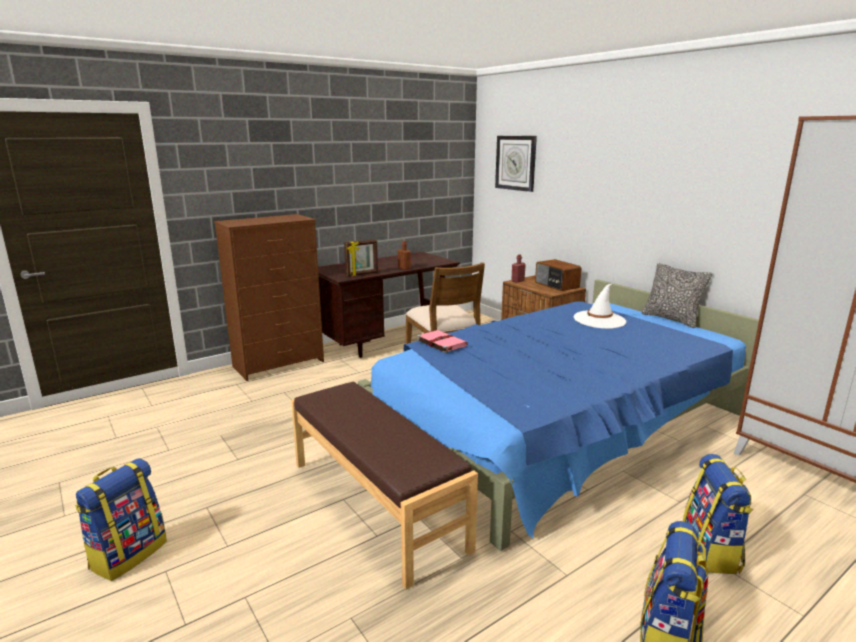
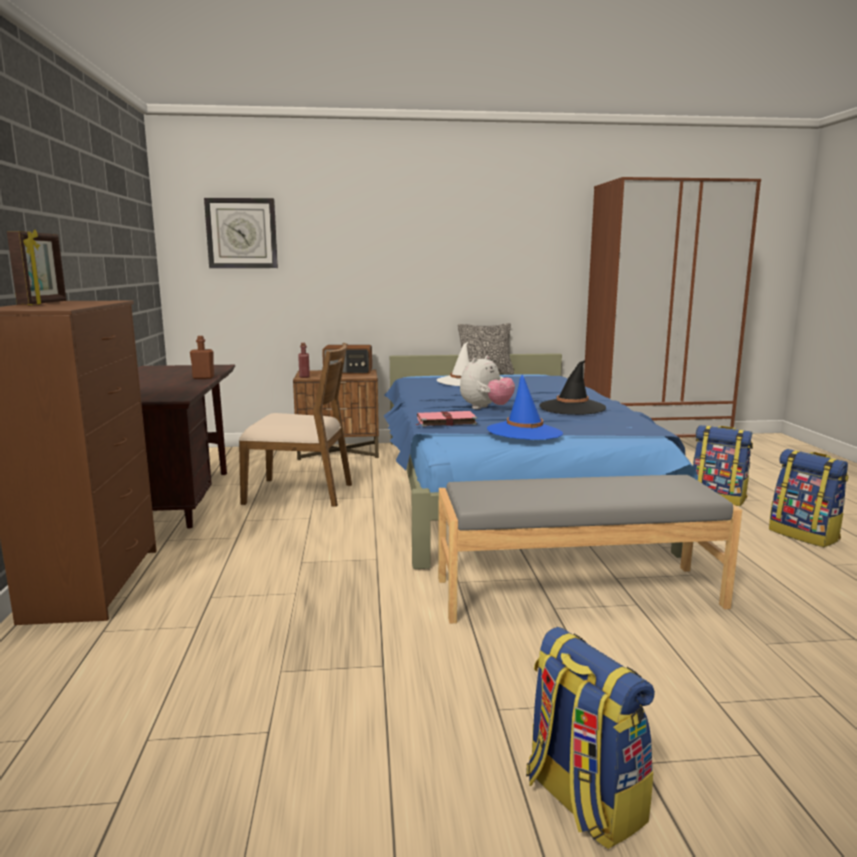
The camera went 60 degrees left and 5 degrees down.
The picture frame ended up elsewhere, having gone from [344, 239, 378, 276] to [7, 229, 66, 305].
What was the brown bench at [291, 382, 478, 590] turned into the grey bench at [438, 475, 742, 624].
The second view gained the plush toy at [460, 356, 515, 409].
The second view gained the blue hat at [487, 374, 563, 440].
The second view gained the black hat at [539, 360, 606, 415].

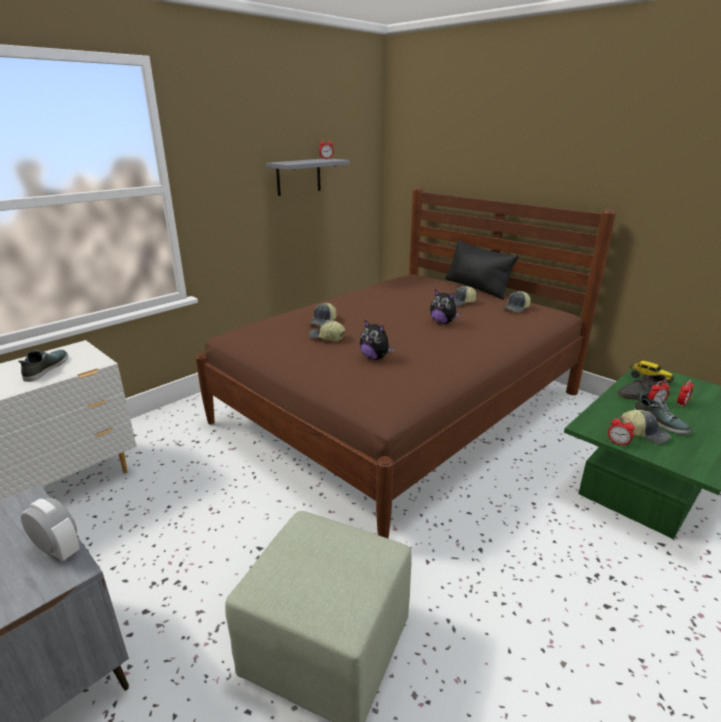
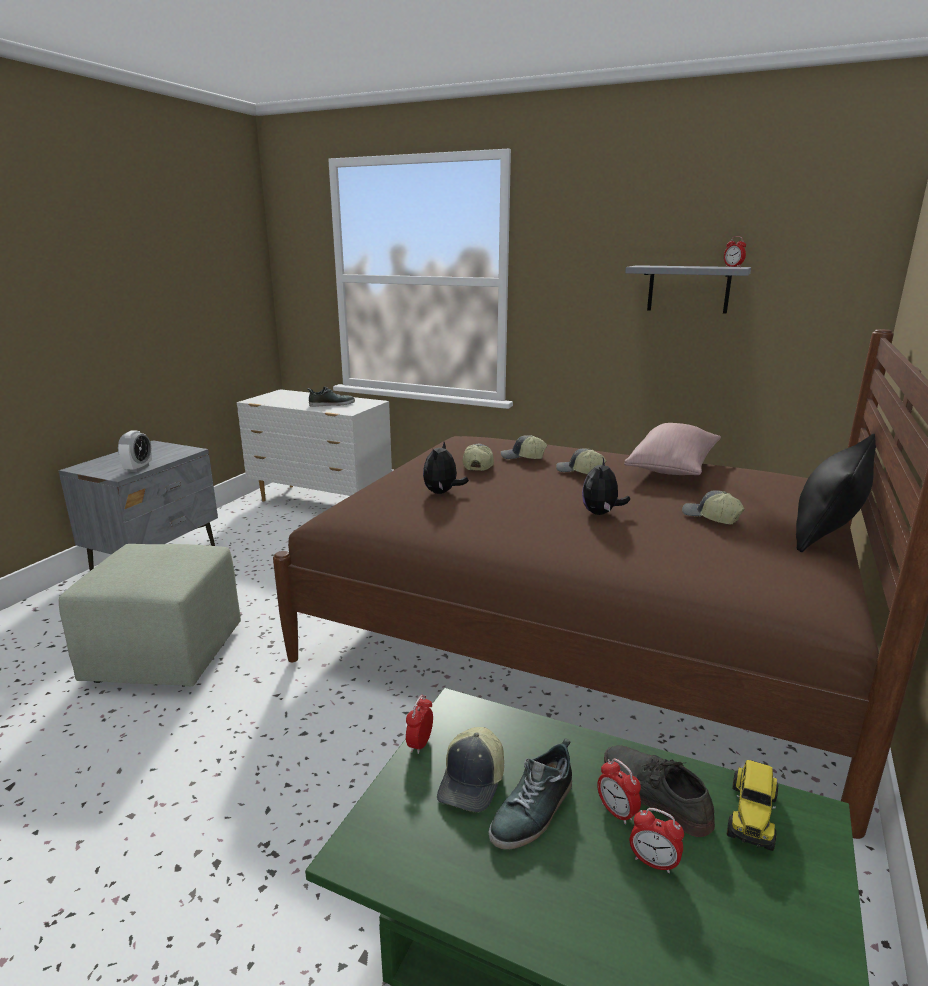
The camera went 70 degrees right and 5 degrees down.
The cap ended up elsewhere, having gone from [503, 291, 531, 312] to [556, 449, 607, 474].
The second view gained the pink pillow at [624, 423, 721, 475].

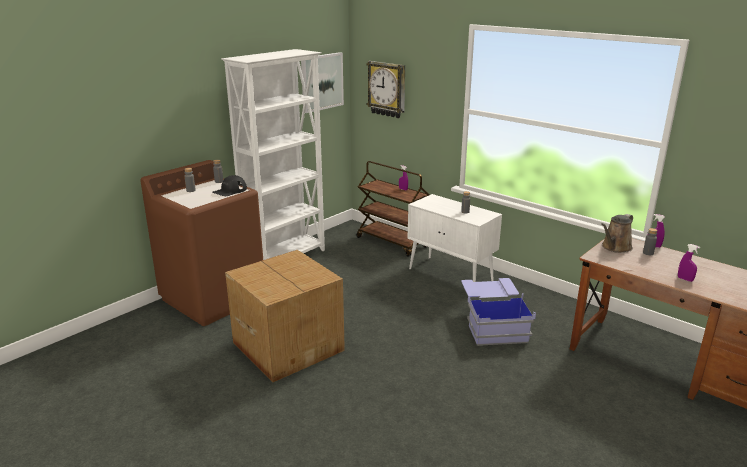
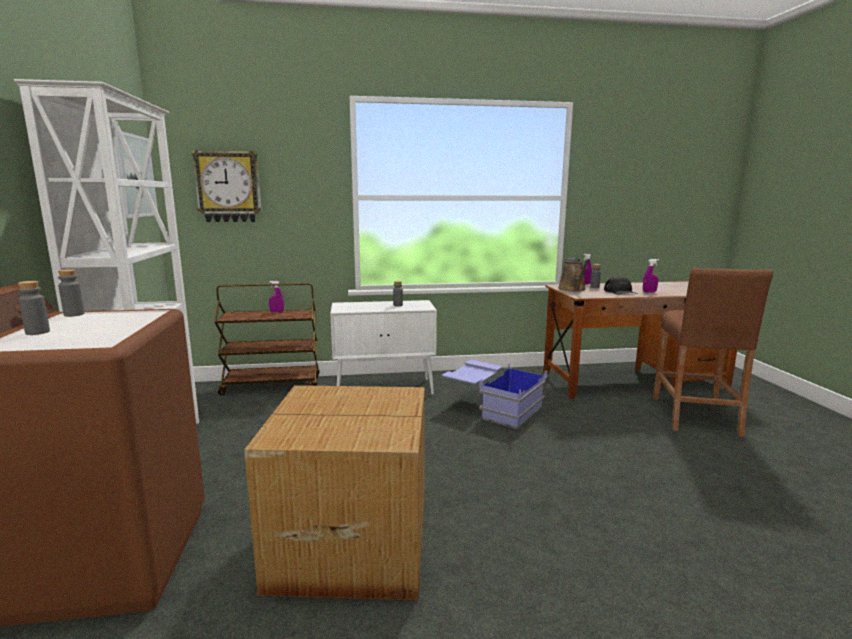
The camera went 50 degrees left and 10 degrees down.
The black cap ended up elsewhere, having gone from [213, 175, 247, 196] to [604, 276, 638, 295].
The second view gained the brown stool at [653, 267, 773, 437].

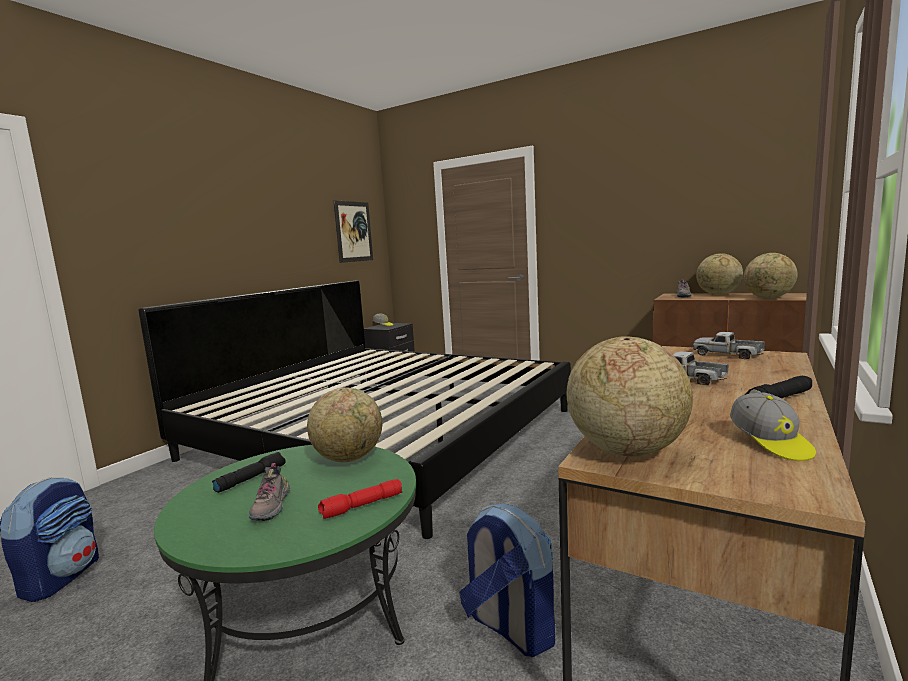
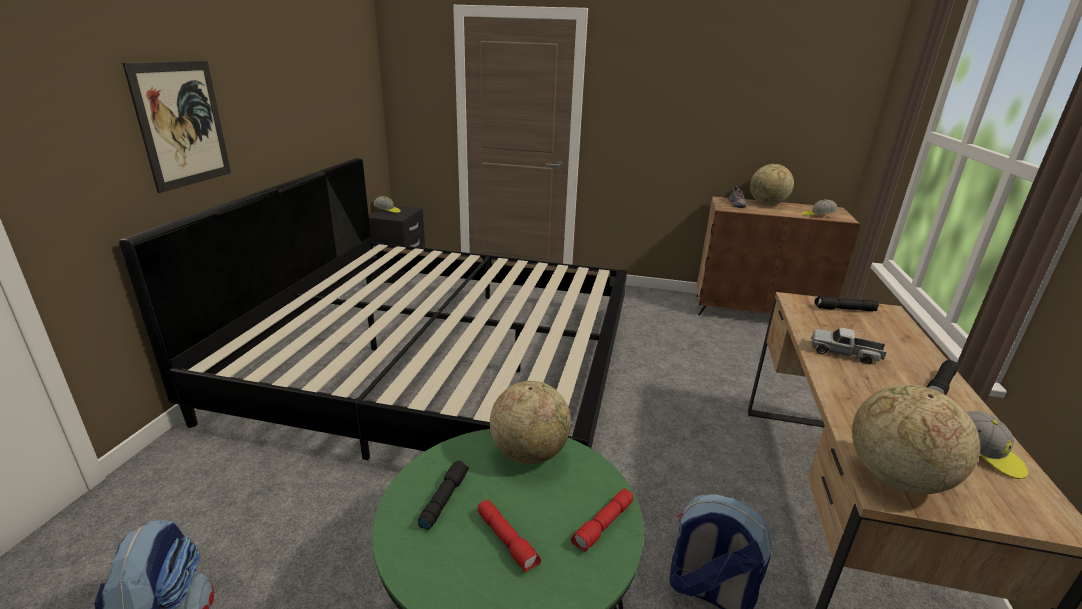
The camera went 20 degrees left and 15 degrees up.
The picture ended up elsewhere, having gone from [333, 200, 373, 263] to [123, 61, 231, 193].
Where the shoe stood at [249, 463, 290, 521], the red flashlight came to stand at [478, 499, 541, 573].
Where the globe stood at [744, 253, 798, 298], the cap came to stand at [801, 199, 838, 215].
Where the toy truck stood at [693, 332, 765, 359], the black flashlight came to stand at [814, 296, 879, 311].

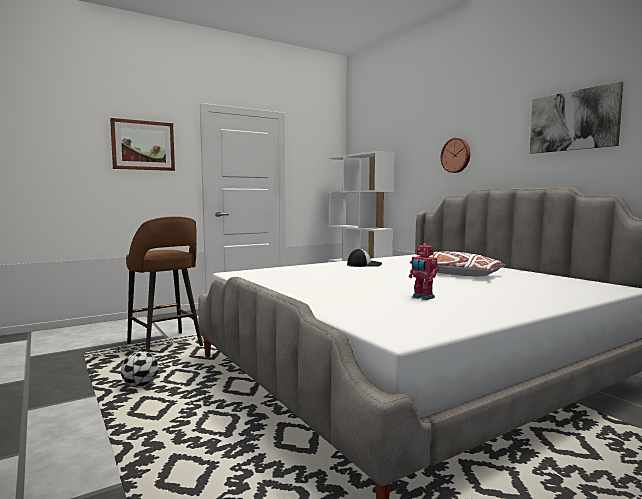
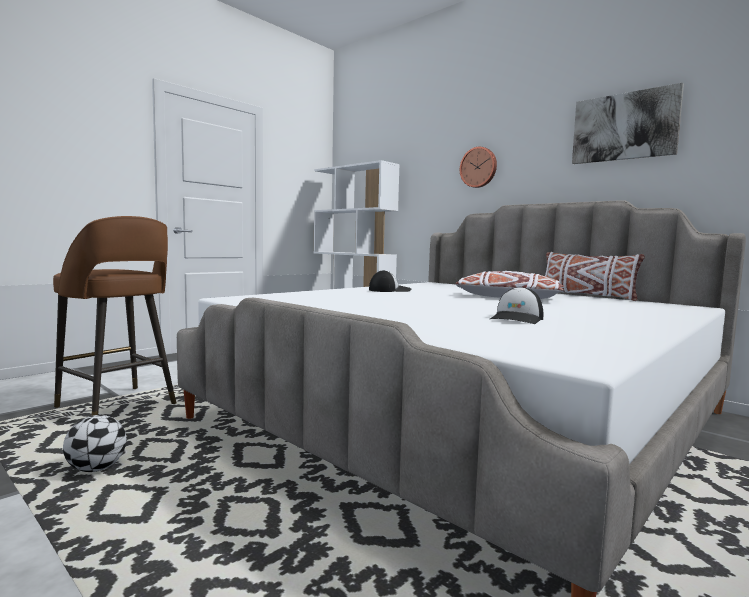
The camera went 15 degrees left and 0 degrees up.
Where the toy robot stood at [409, 243, 439, 300], the cap came to stand at [490, 287, 543, 324].
The second view gained the white pillow at [545, 252, 645, 301].
The second view lost the picture at [110, 118, 175, 171].

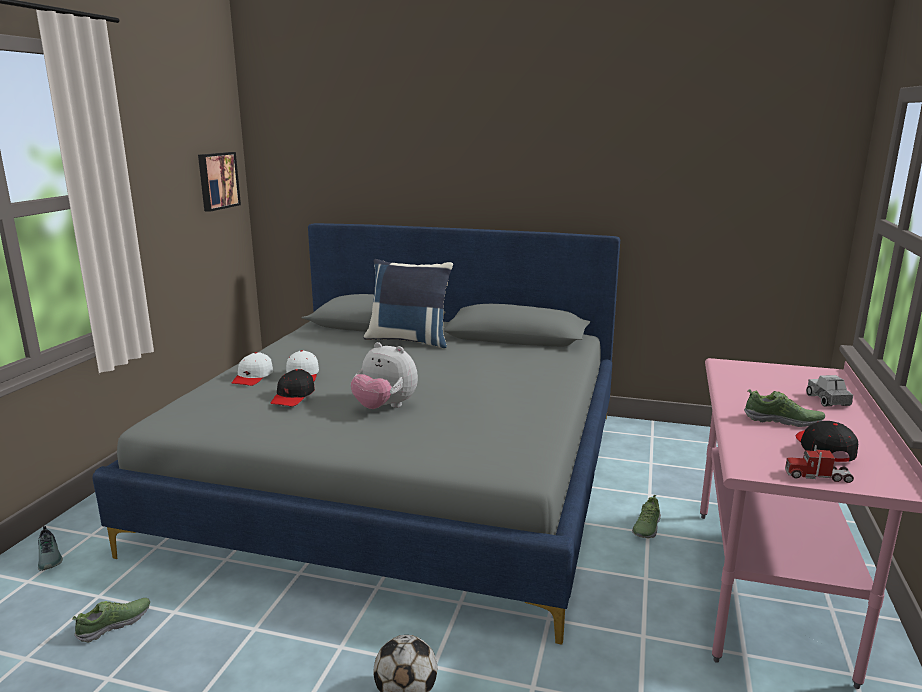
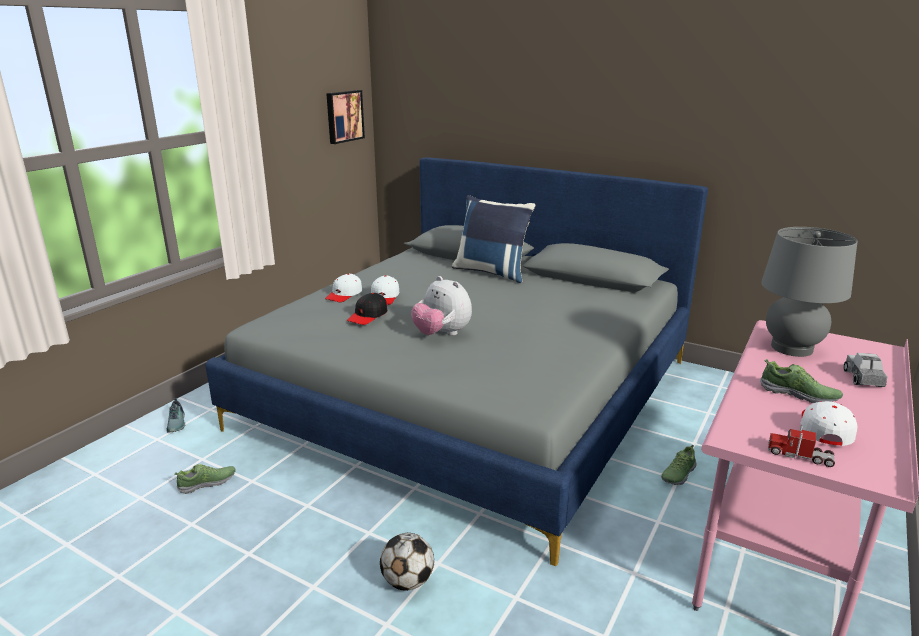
The camera went 15 degrees right and 5 degrees up.
The second view gained the grey table lamp at [761, 227, 857, 357].
What was the black cap at [796, 421, 858, 462] turned into the white cap at [801, 401, 857, 446].

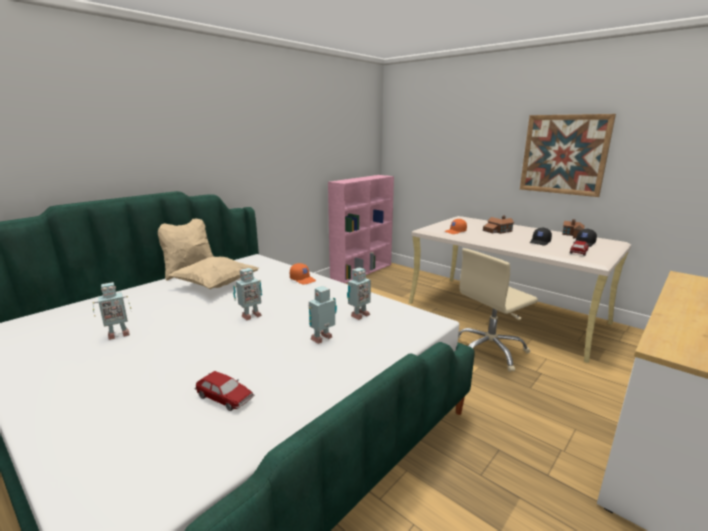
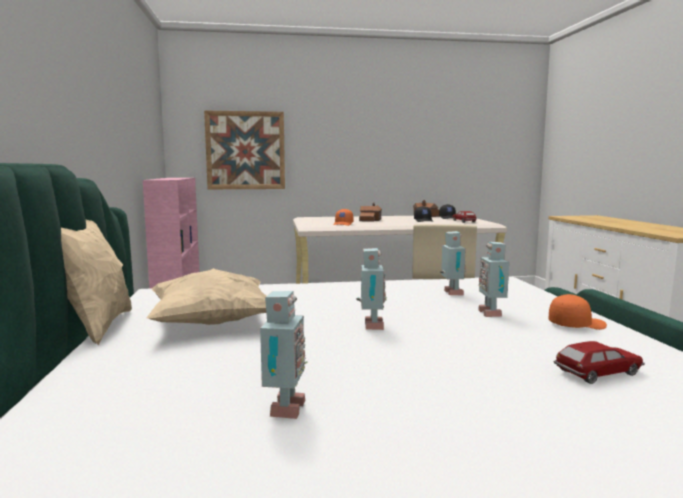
The camera went 50 degrees left and 10 degrees down.
The picture ended up elsewhere, having gone from [520, 114, 616, 197] to [204, 110, 285, 189].
The orange cap ended up elsewhere, having gone from [290, 263, 316, 285] to [548, 294, 607, 330].

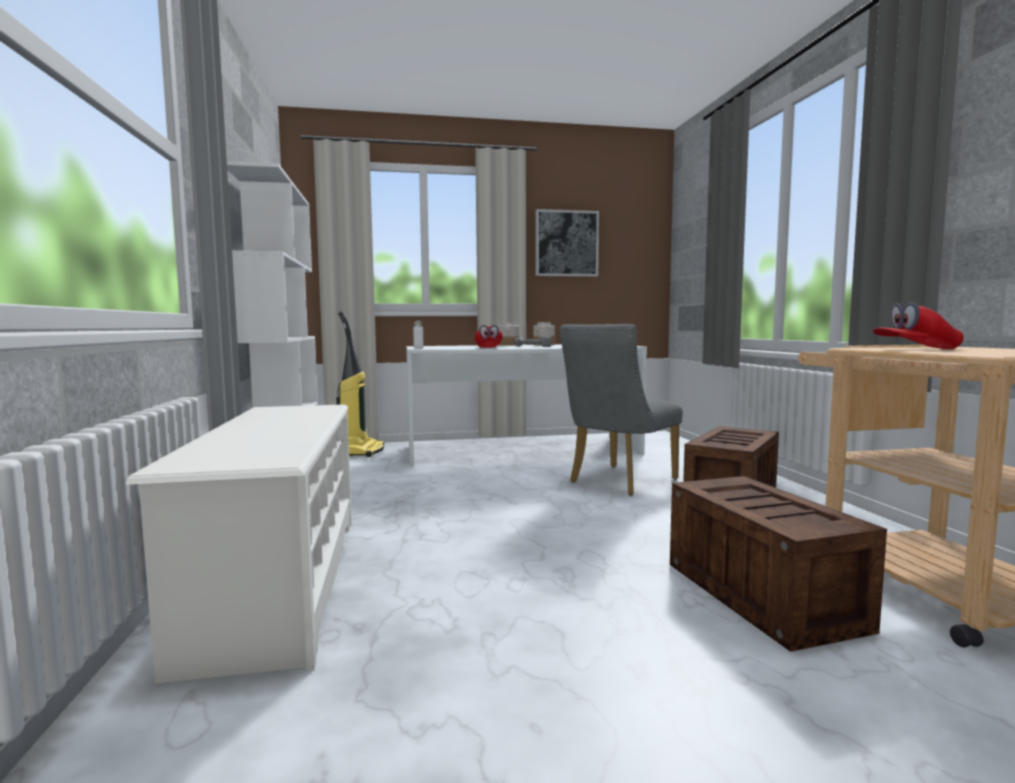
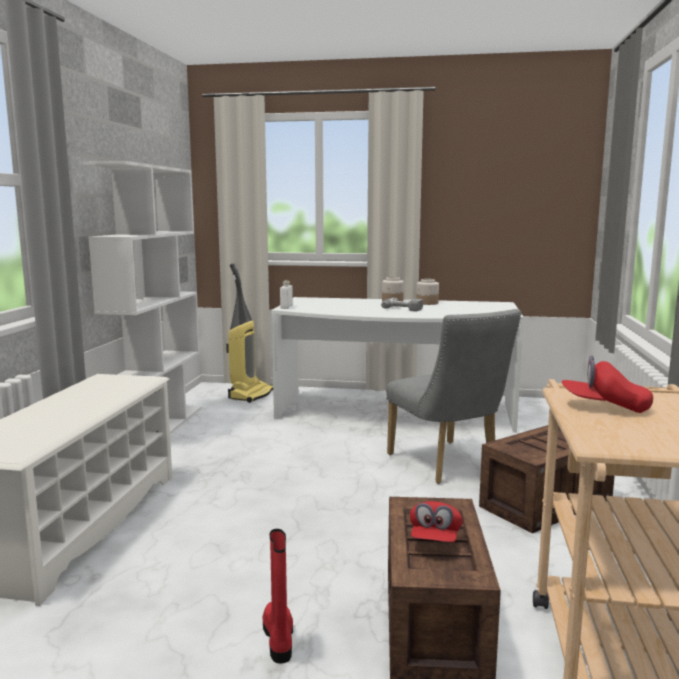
The camera went 20 degrees right and 5 degrees up.
The second view gained the red boot at [263, 529, 293, 663].
The grey chair at [559, 324, 683, 496] ended up facing another way, 90 degrees counterclockwise from before.
The red cap ended up elsewhere, having gone from [475, 325, 502, 348] to [410, 501, 463, 542].
The second view lost the picture at [535, 209, 599, 277].

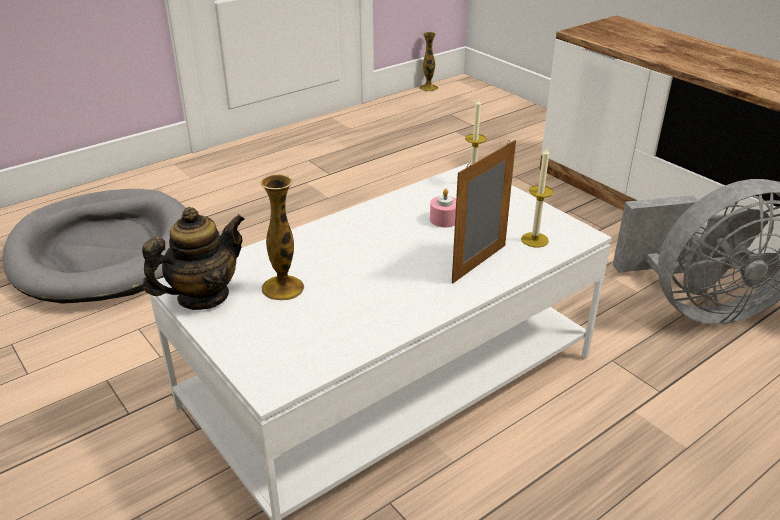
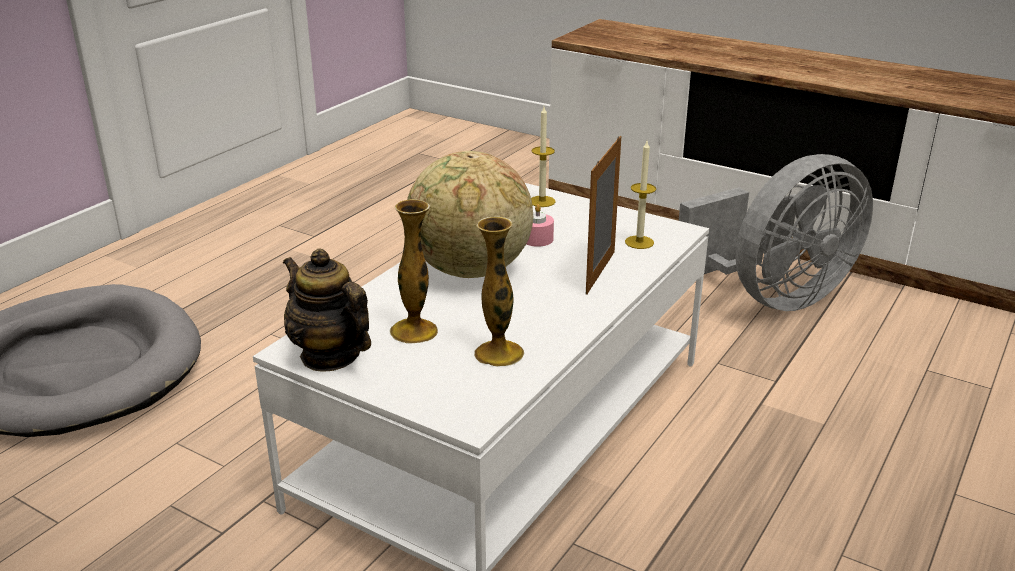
The camera went 20 degrees left and 5 degrees down.
The teapot at [142, 207, 245, 310] ended up facing another way, 75 degrees counterclockwise from before.
The second view gained the globe at [407, 151, 533, 278].
The vase ended up elsewhere, having gone from [419, 32, 438, 91] to [474, 217, 524, 366].

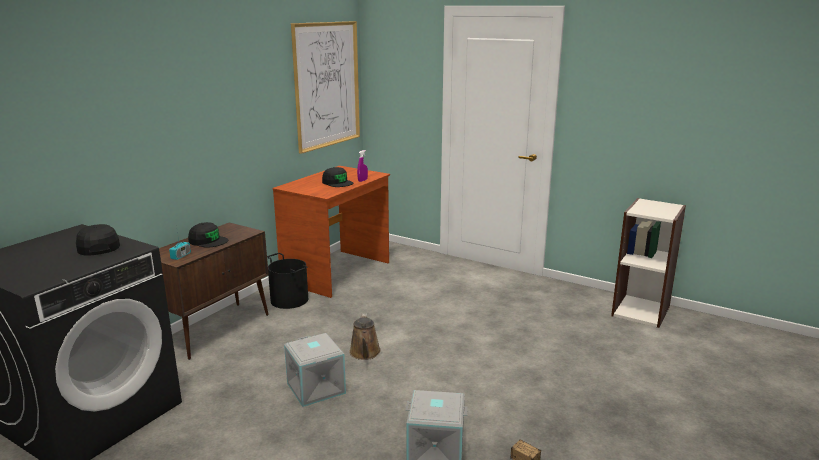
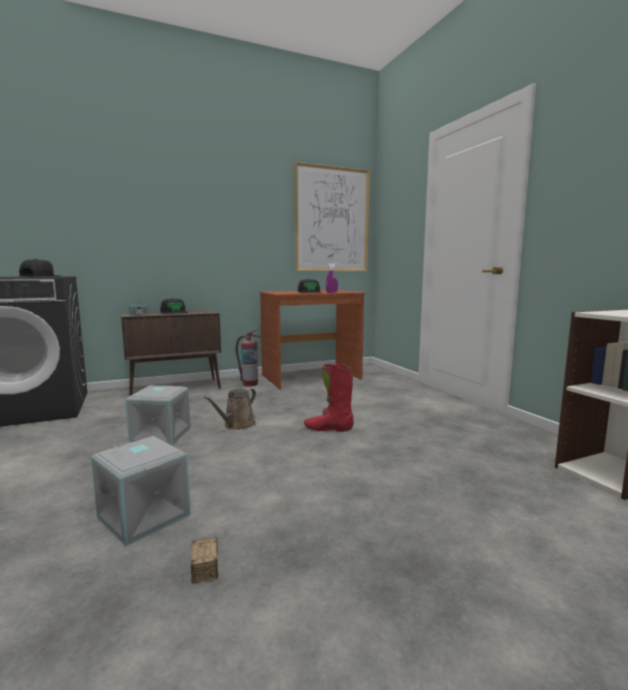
The camera went 35 degrees right and 10 degrees down.
Where the black bucket stood at [267, 253, 308, 309], the fire extinguisher came to stand at [236, 329, 262, 387].
The second view gained the red boot at [304, 364, 354, 432].

